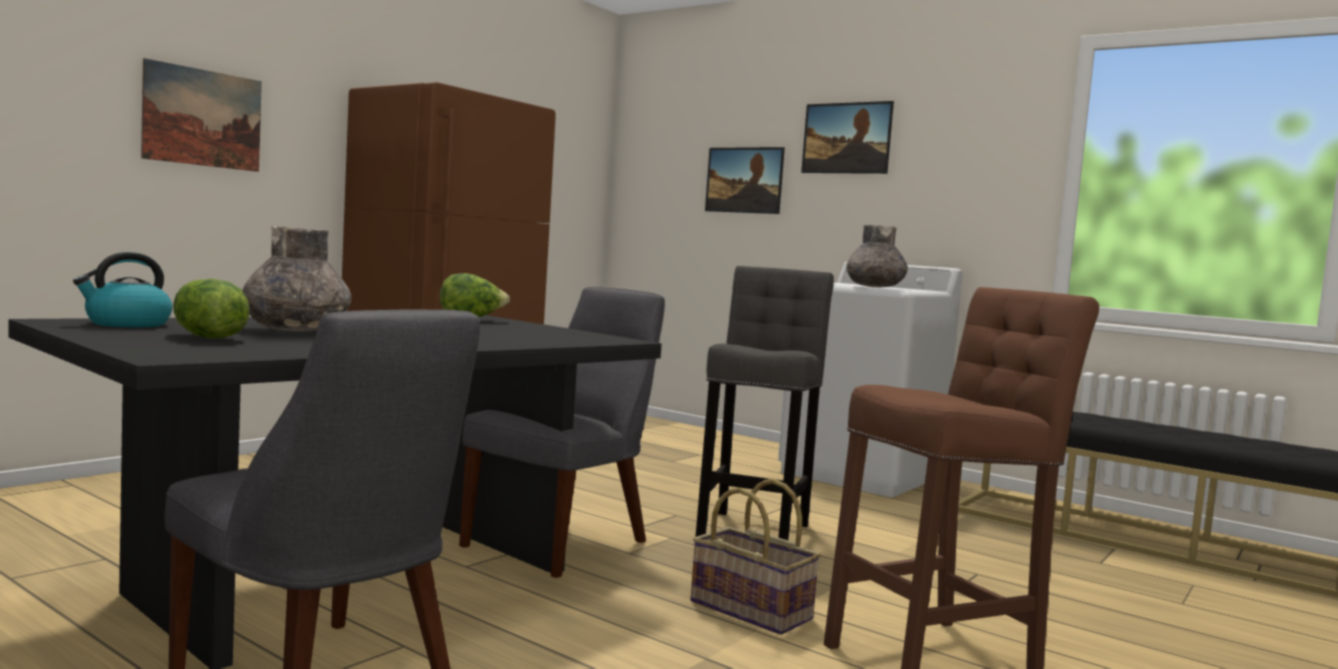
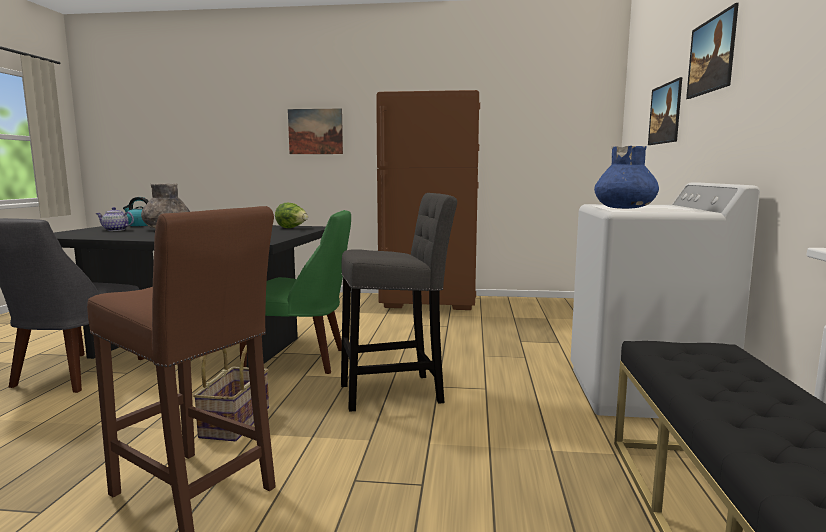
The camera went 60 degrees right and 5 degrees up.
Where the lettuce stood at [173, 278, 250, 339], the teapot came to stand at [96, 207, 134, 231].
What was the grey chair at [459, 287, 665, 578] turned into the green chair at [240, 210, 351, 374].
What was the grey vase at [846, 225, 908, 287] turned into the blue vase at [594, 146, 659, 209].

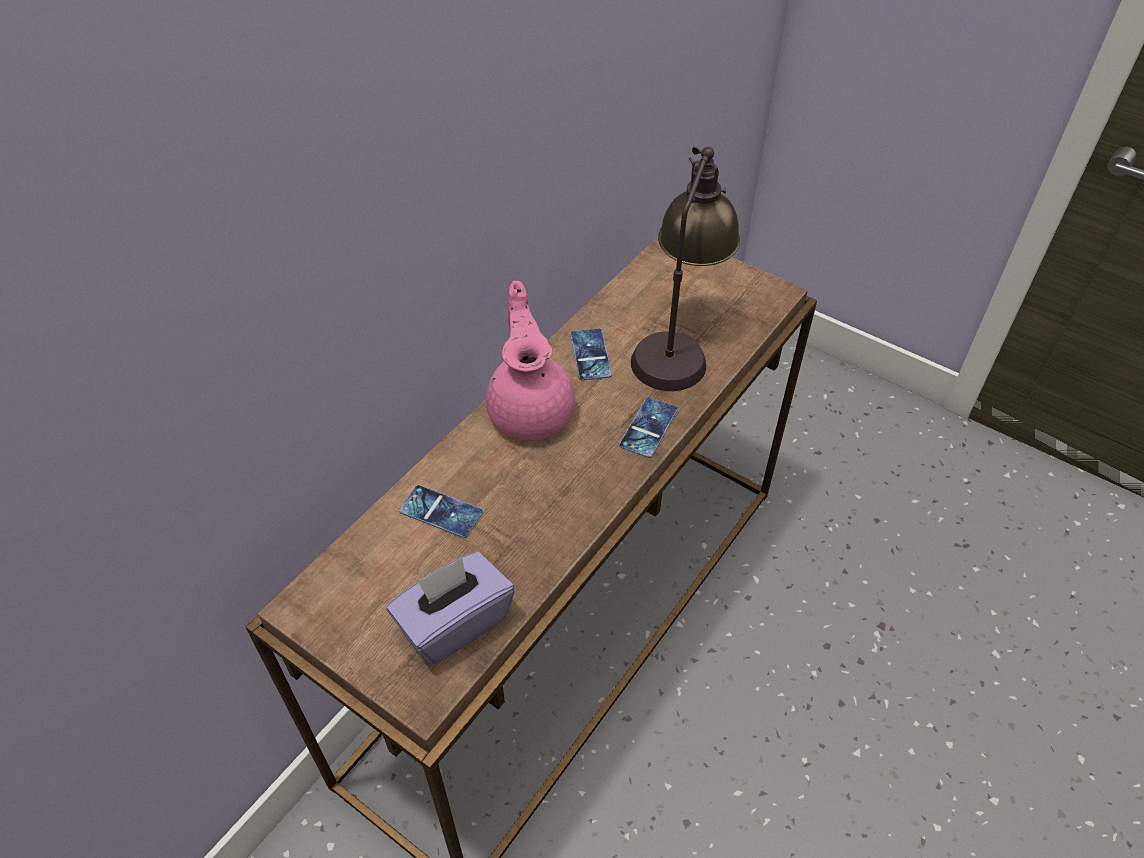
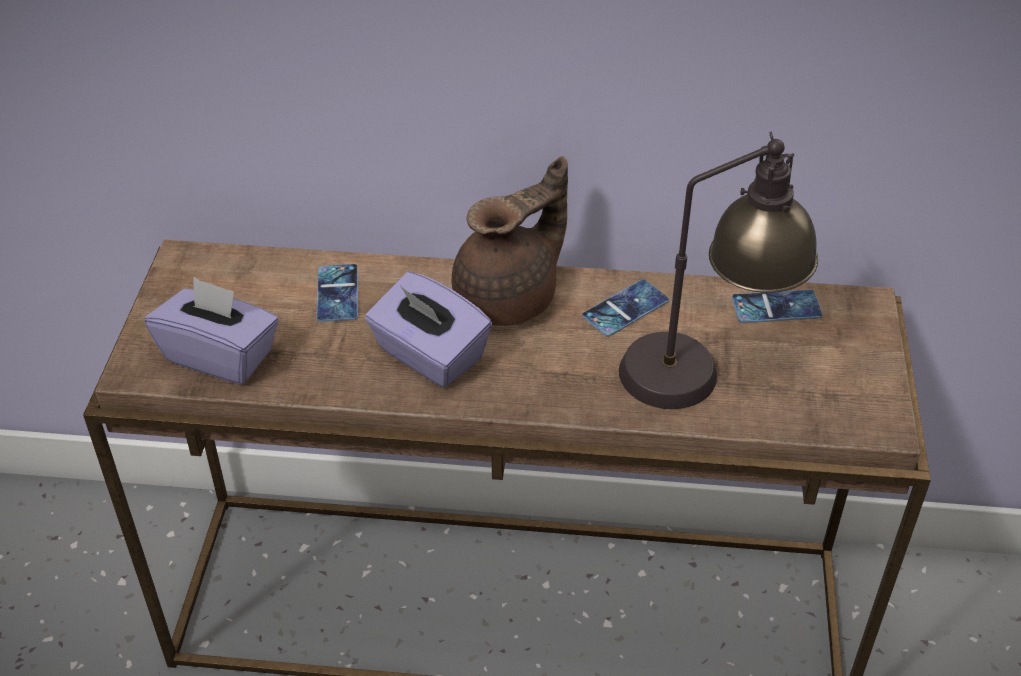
The camera went 60 degrees right and 5 degrees down.
The second view gained the purple tissue box at [365, 272, 492, 388].
What was the pink teapot at [486, 281, 575, 441] turned into the brown teapot at [452, 156, 568, 326].
The phone ended up elsewhere, having gone from [619, 397, 678, 458] to [732, 289, 822, 323].

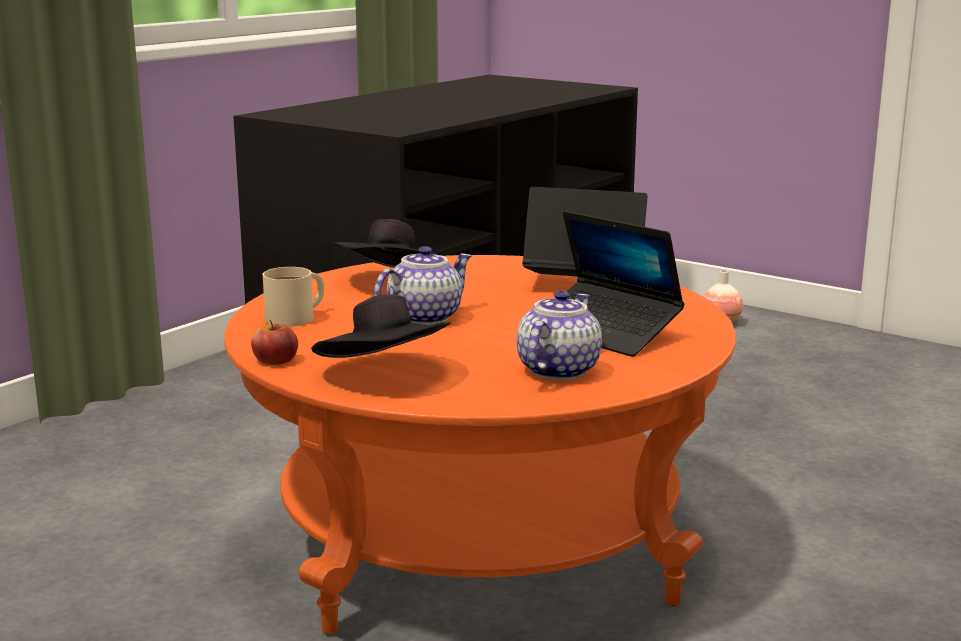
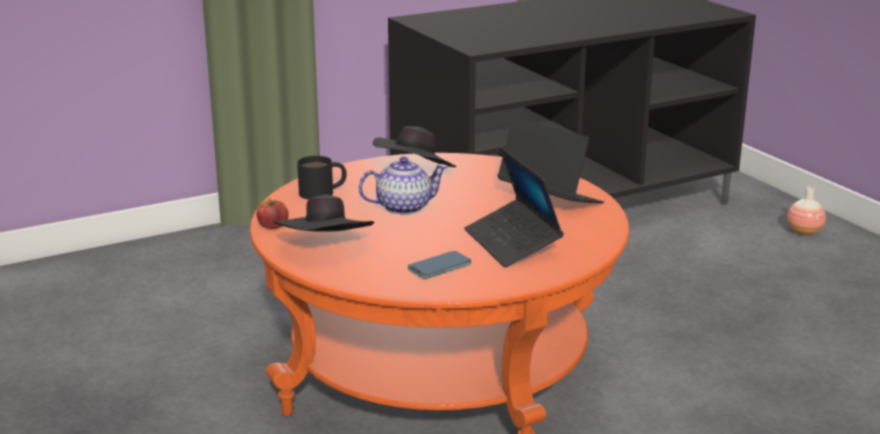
The camera went 25 degrees right and 5 degrees up.
What was the beige mug at [263, 267, 324, 327] turned into the black mug at [297, 156, 346, 200].
Where the teapot stood at [517, 290, 602, 380], the phone came to stand at [408, 251, 471, 279].

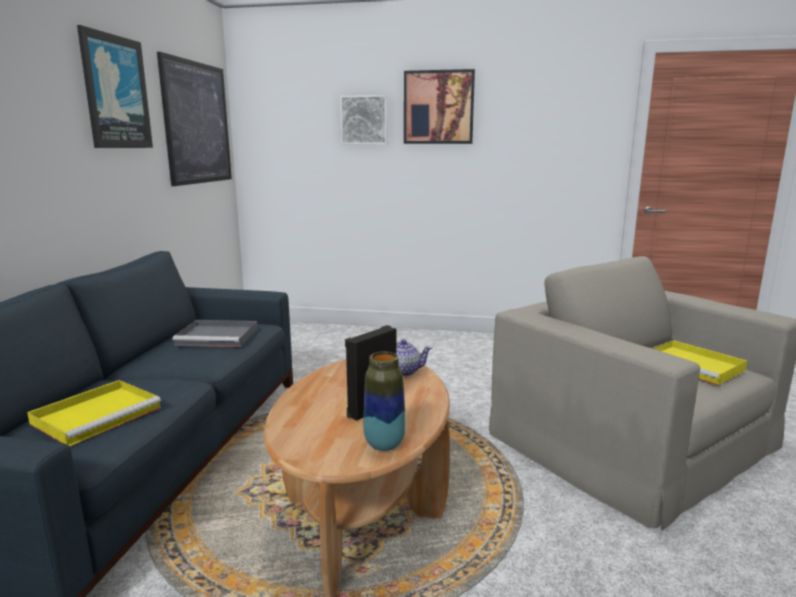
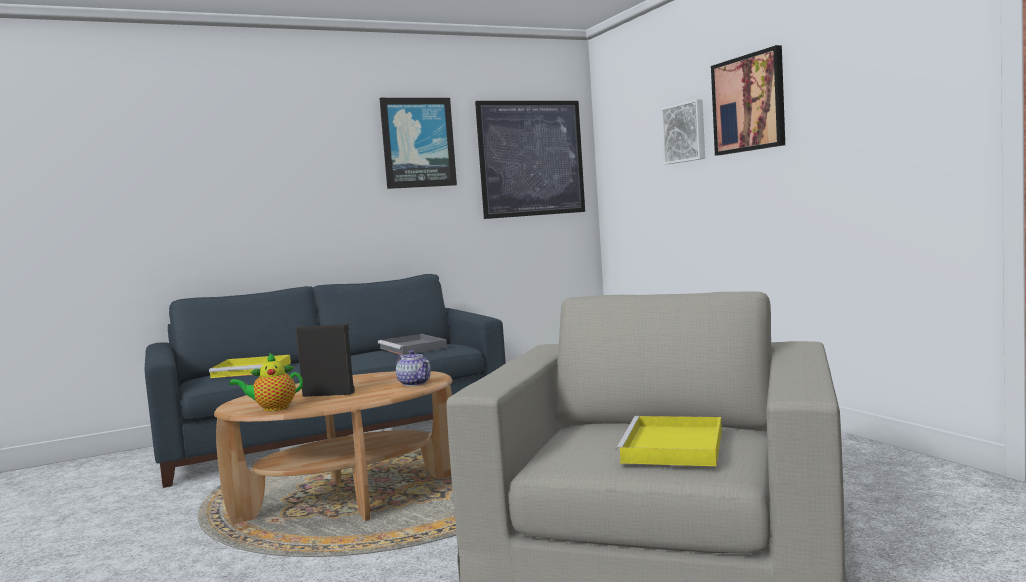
The camera went 55 degrees right and 10 degrees down.
Where the vase stood at [363, 351, 406, 451], the teapot came to stand at [229, 353, 303, 411].

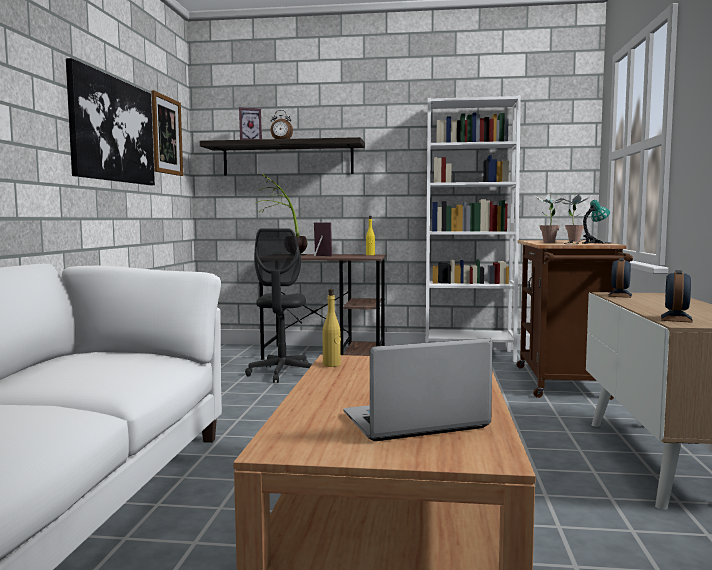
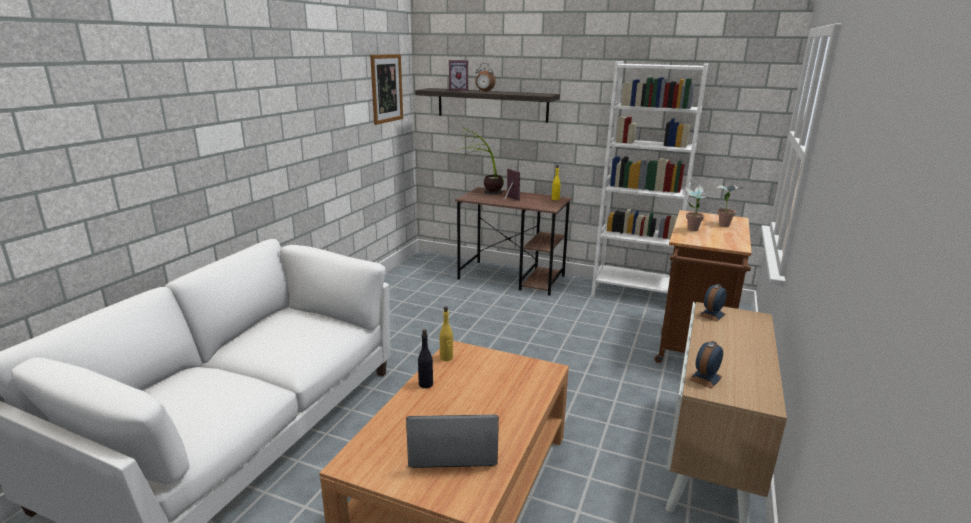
The camera went 15 degrees right and 15 degrees up.
The second view gained the black bottle at [418, 329, 433, 388].
The second view lost the picture at [66, 58, 155, 185].
The second view lost the grey office chair at [245, 228, 312, 383].
The second view lost the table lamp at [564, 200, 611, 244].

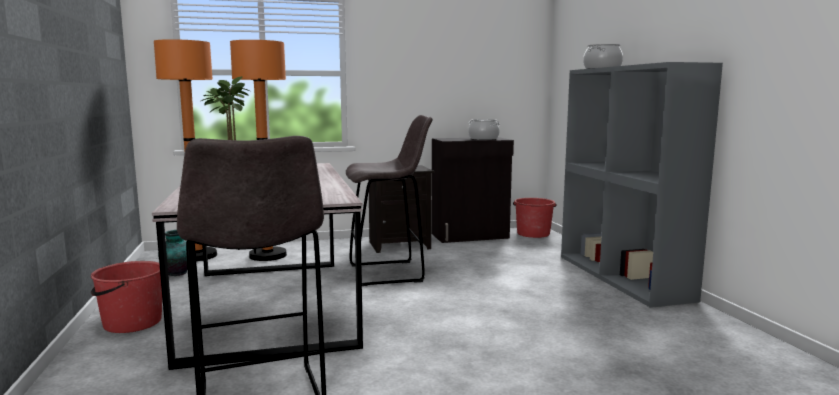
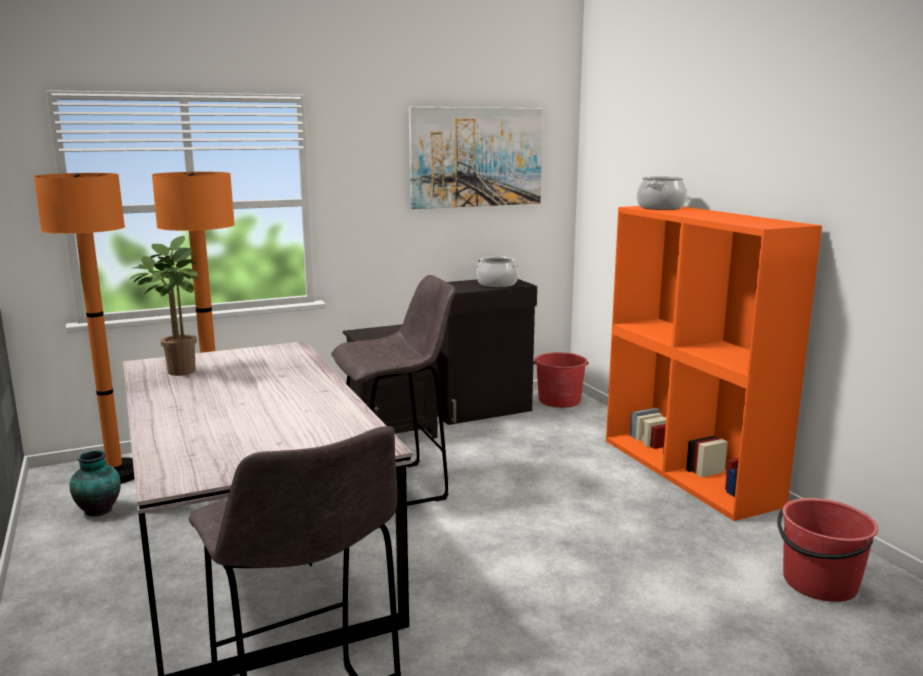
The camera went 10 degrees left and 5 degrees up.
The second view gained the picture at [409, 107, 543, 209].
What was the grey bookcase at [561, 62, 723, 308] turned into the orange bookcase at [606, 206, 822, 521].
The red bucket ended up elsewhere, having gone from [91, 261, 162, 333] to [777, 498, 878, 602].

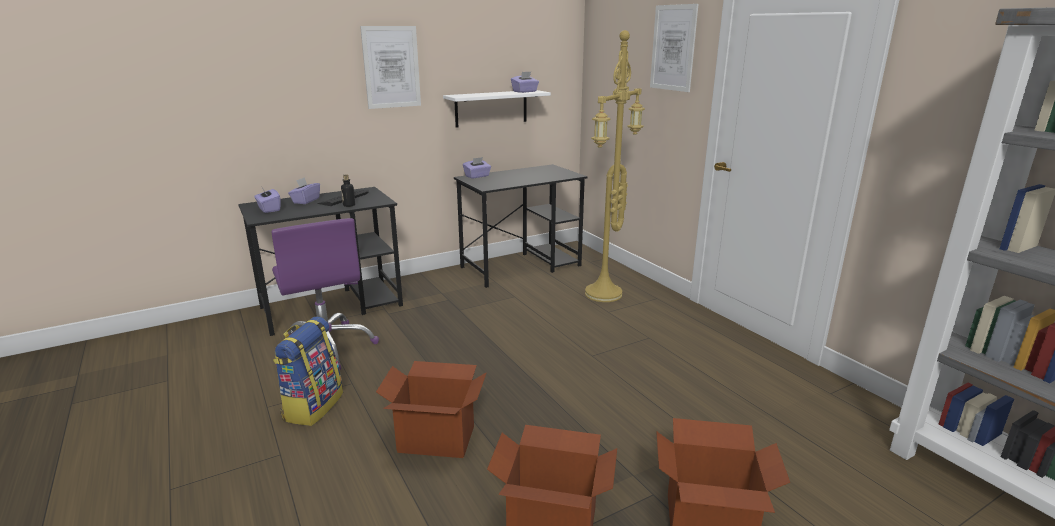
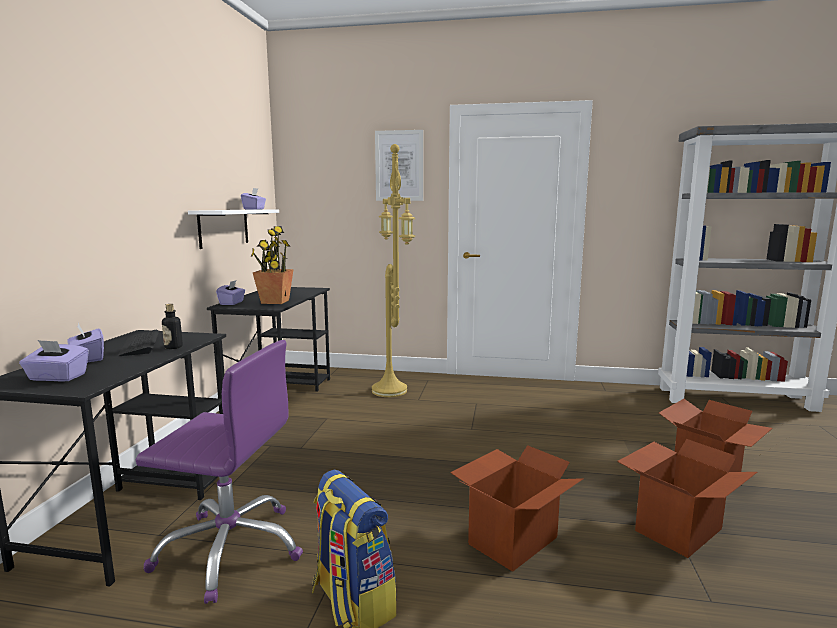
The camera went 50 degrees left and 10 degrees down.
The second view gained the potted plant at [251, 226, 294, 304].
The second view lost the picture at [360, 26, 421, 109].

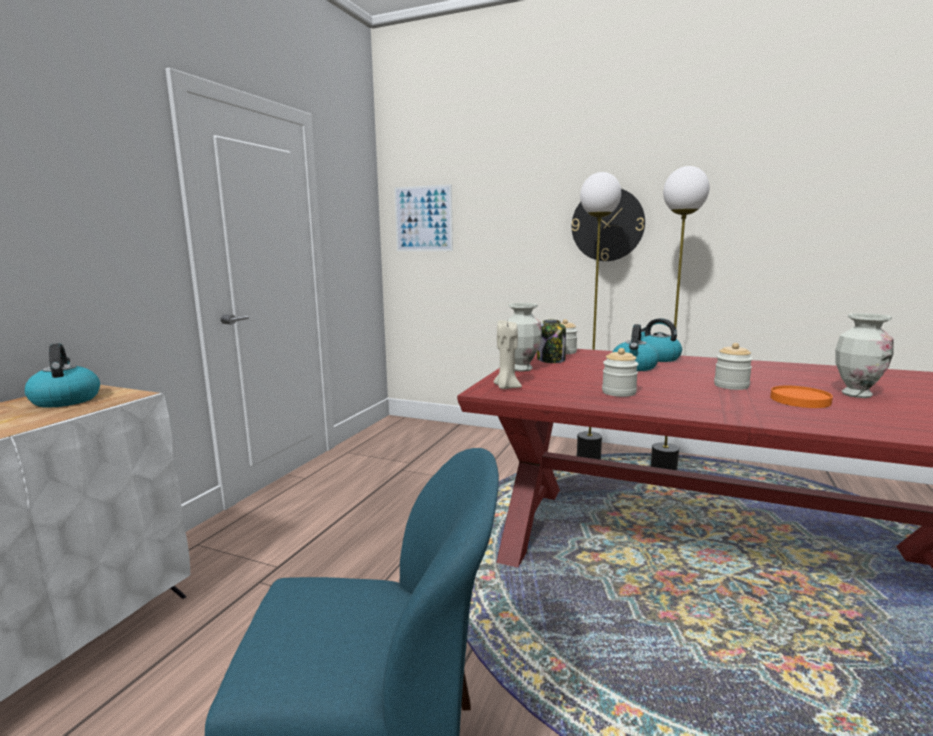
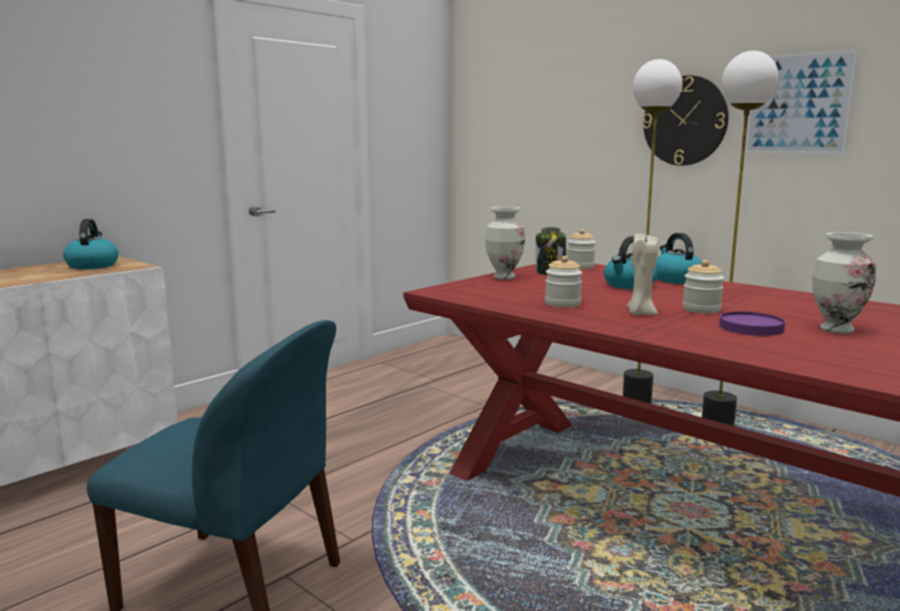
The camera went 20 degrees right and 0 degrees up.
The beige candle ended up elsewhere, having gone from [494, 320, 522, 389] to [627, 234, 658, 315].
What was the orange plate at [770, 386, 833, 408] turned into the purple plate at [719, 311, 785, 336].
The picture ended up elsewhere, having gone from [394, 184, 453, 251] to [745, 49, 859, 155].

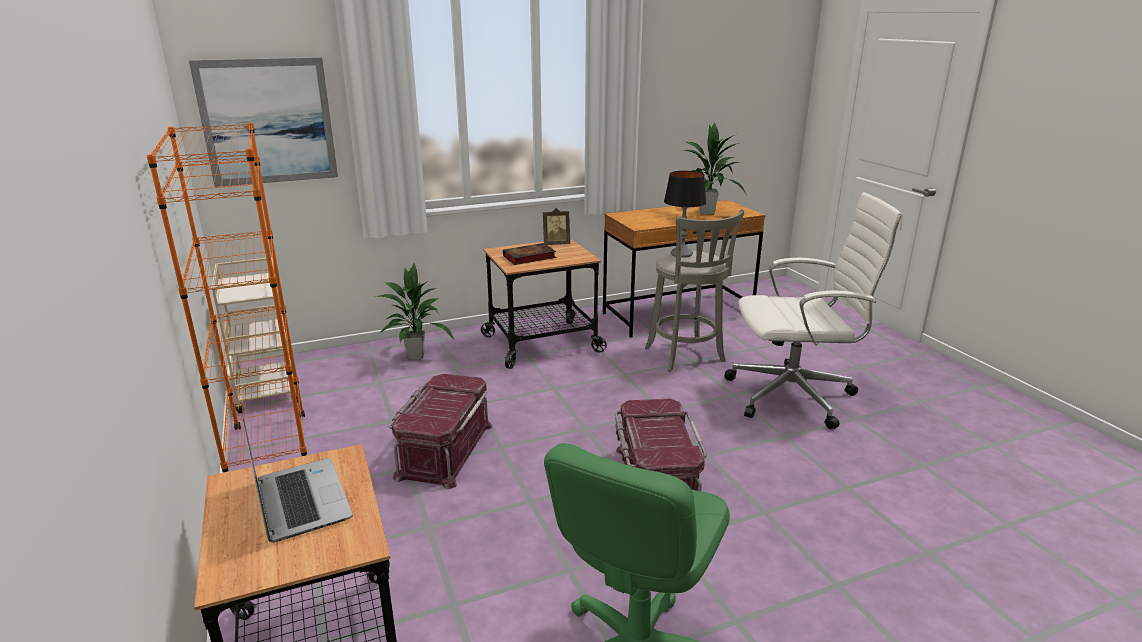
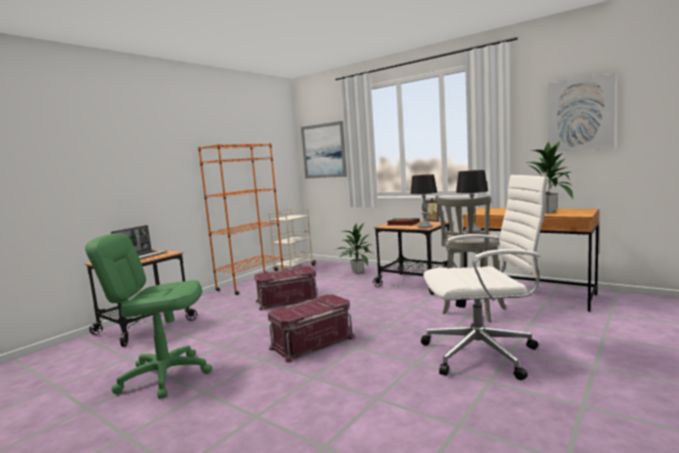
The camera went 60 degrees right and 15 degrees down.
The second view gained the table lamp at [410, 174, 437, 228].
The white office chair at [724, 192, 903, 429] ended up facing another way, 60 degrees counterclockwise from before.
The second view gained the picture at [548, 73, 616, 152].

